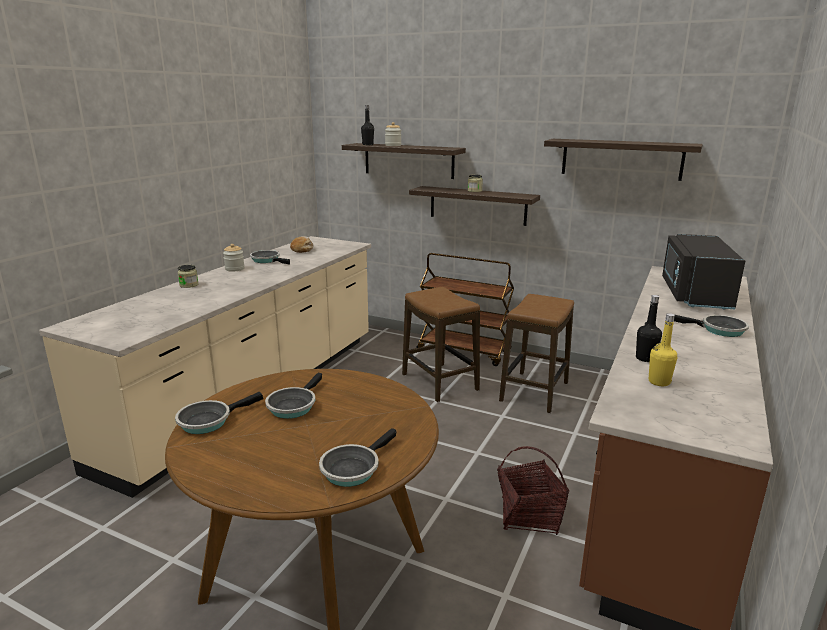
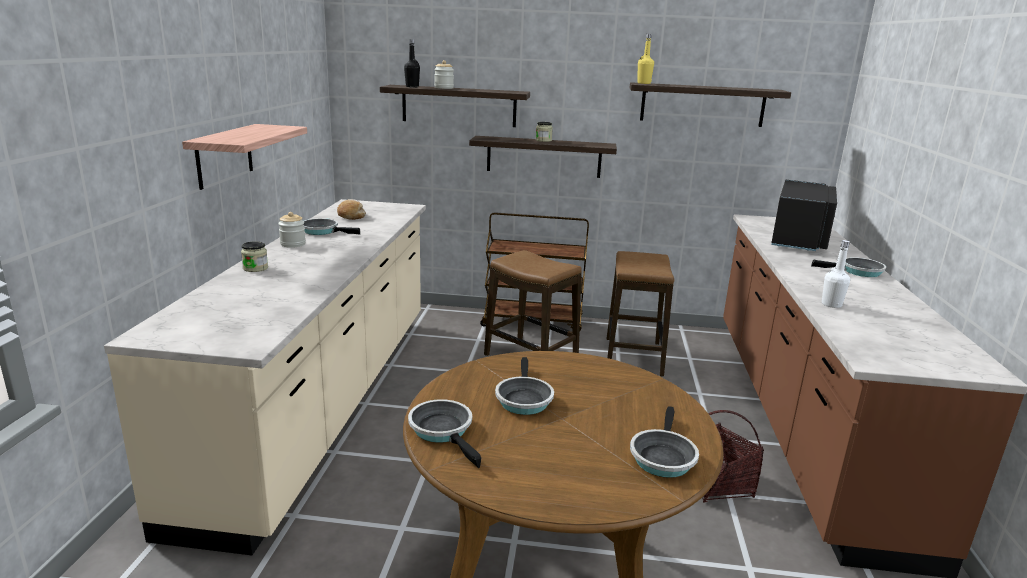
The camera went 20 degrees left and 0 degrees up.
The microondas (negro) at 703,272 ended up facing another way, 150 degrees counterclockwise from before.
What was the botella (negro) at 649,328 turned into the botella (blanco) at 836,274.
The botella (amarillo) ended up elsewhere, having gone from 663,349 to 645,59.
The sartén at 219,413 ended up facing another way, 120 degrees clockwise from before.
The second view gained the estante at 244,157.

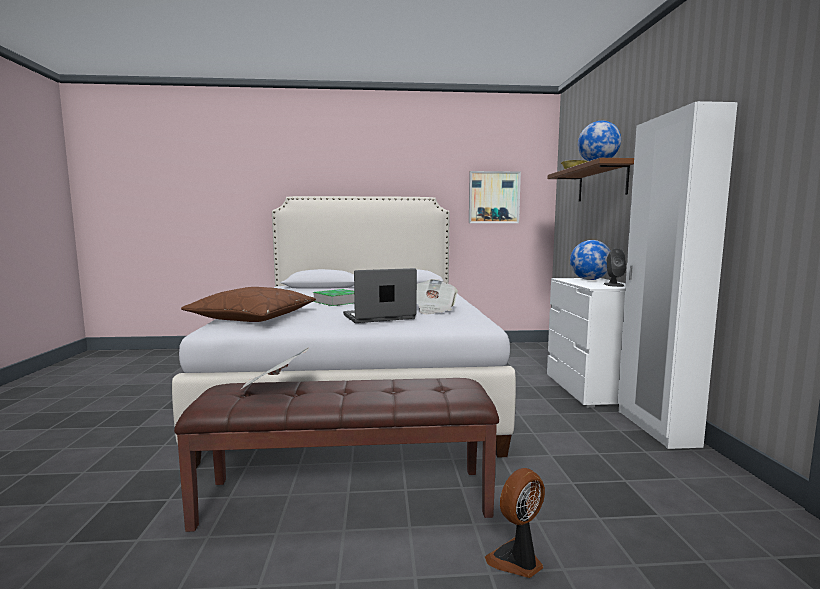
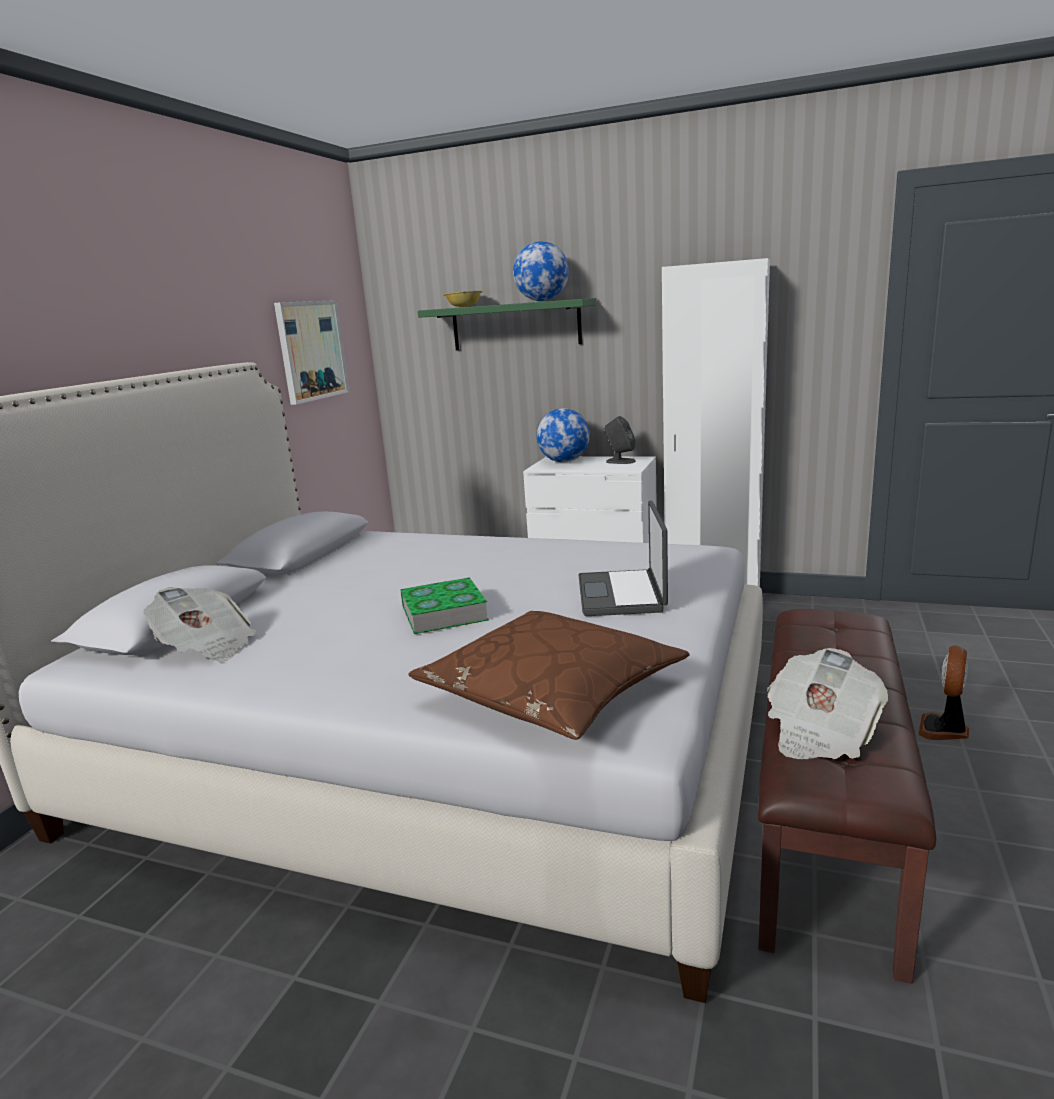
The camera went 65 degrees left and 10 degrees up.
What was the estante (marrón) at 591,179 turned into the estante (verde) at 507,324.
The periódico ended up elsewhere, having gone from 437,296 to 199,624.
The ventilador at 515,523 ended up facing another way, 45 degrees clockwise from before.

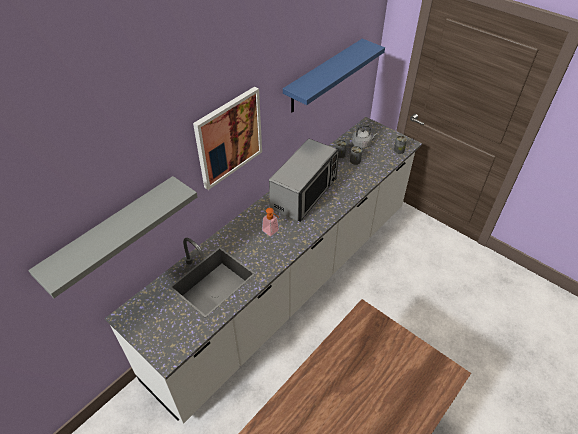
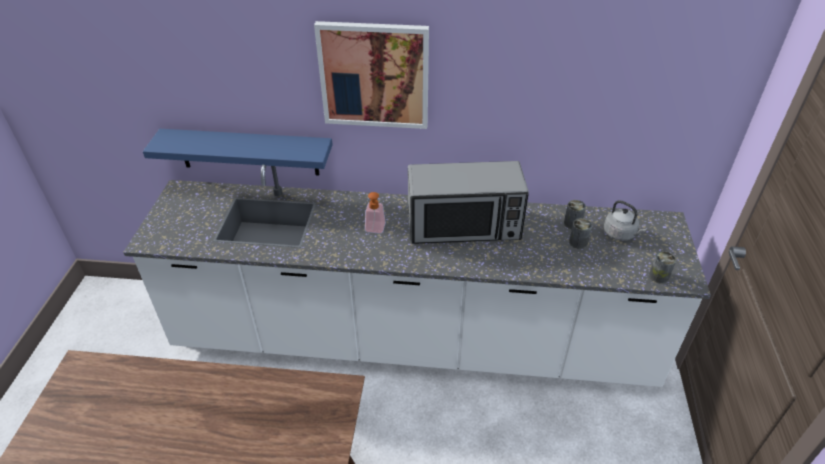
The camera went 55 degrees right and 5 degrees down.
The estante (azul) ended up elsewhere, having gone from 334,75 to 238,152.
The second view lost the estante (gris) at 113,237.

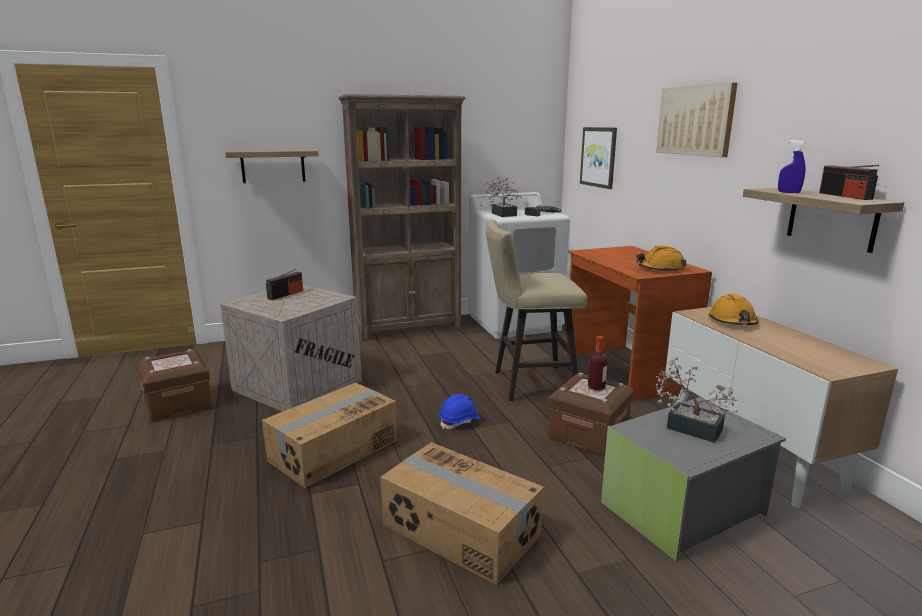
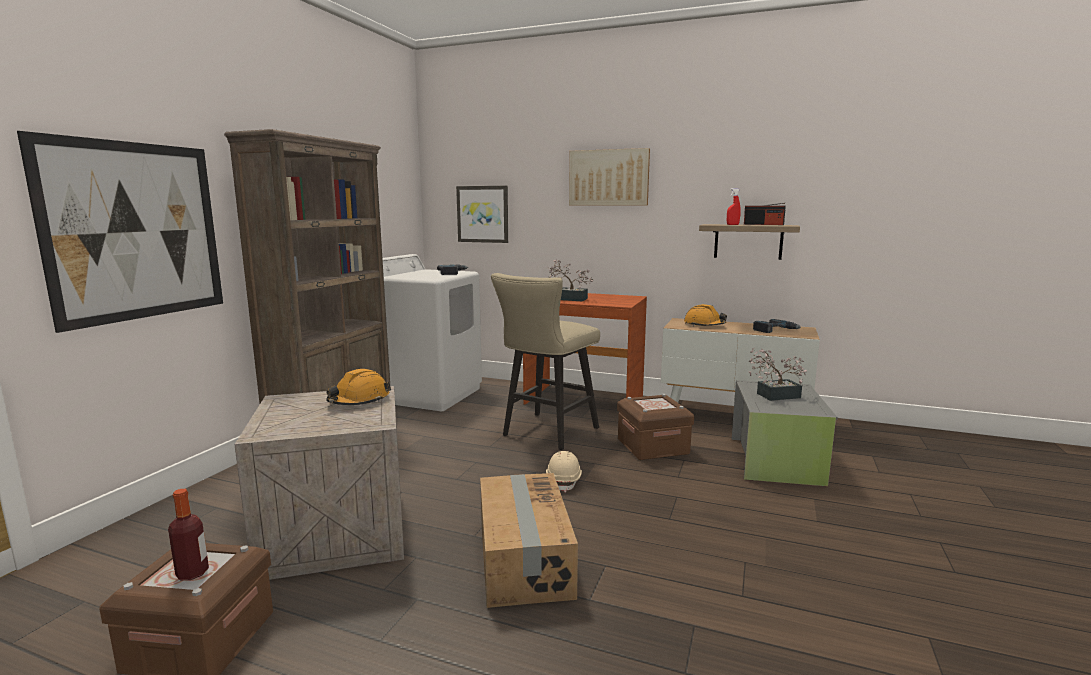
The camera went 50 degrees left and 5 degrees down.
What was the pulverizador (azul) at 792,166 turned into the pulverizador (rojo) at 734,206.
Where the estante hung at 272,166, the cuadro came to hang at 120,232.
The planta en maceta ended up elsewhere, having gone from 503,197 to 570,280.
The casco (naranja) ended up elsewhere, having gone from 661,258 to 358,387.
The second view lost the radio at 284,284.
The botella ended up elsewhere, having gone from 598,363 to 188,534.
What was the casco (azul) at 460,412 turned into the casco (beis) at 564,471.
The second view lost the caja de cartón at 462,513.
The second view gained the taladro at 777,326.

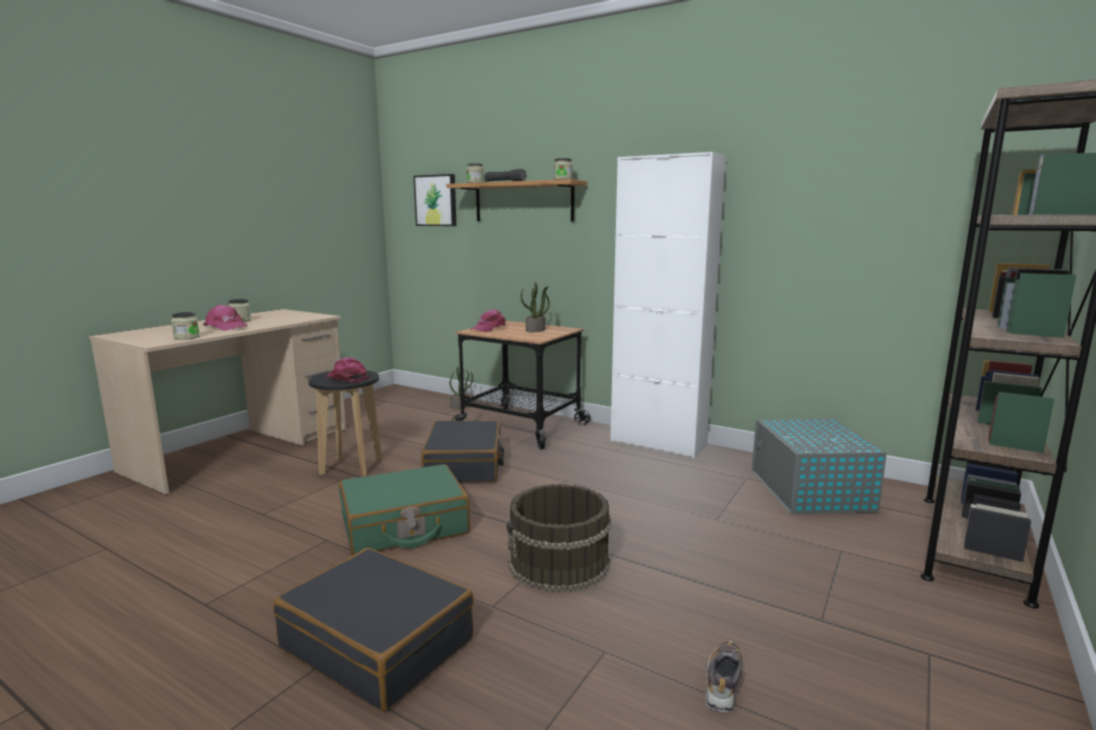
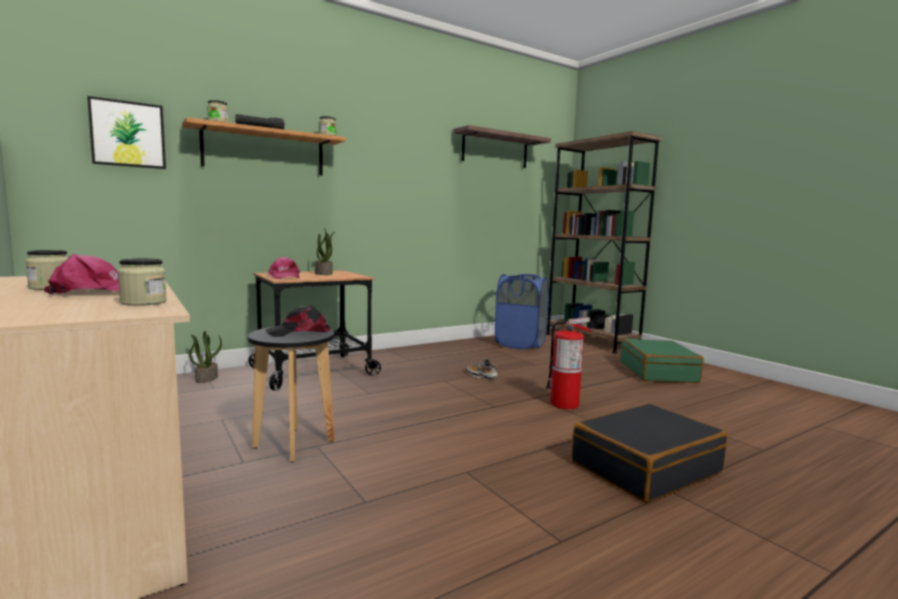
The camera went 65 degrees left and 5 degrees down.
The second view lost the armario (blanco) at 668,305.
What was the gorra (rosa) at 348,370 turned into the gorra (negro) at 297,321.
Where the caja de almacenaje (gris) stood at 819,466, the cesto de la ropa (azul) came to stand at 522,311.
The second view lost the maleta (negro) at 463,451.
The maleta (verde) ended up elsewhere, having gone from 404,509 to 662,361.
Where the cubo (marrón) stood at 559,538, the extintor came to stand at 569,363.
The zapato ended up elsewhere, having gone from 724,676 to 482,369.
The second view gained the estante at 502,146.

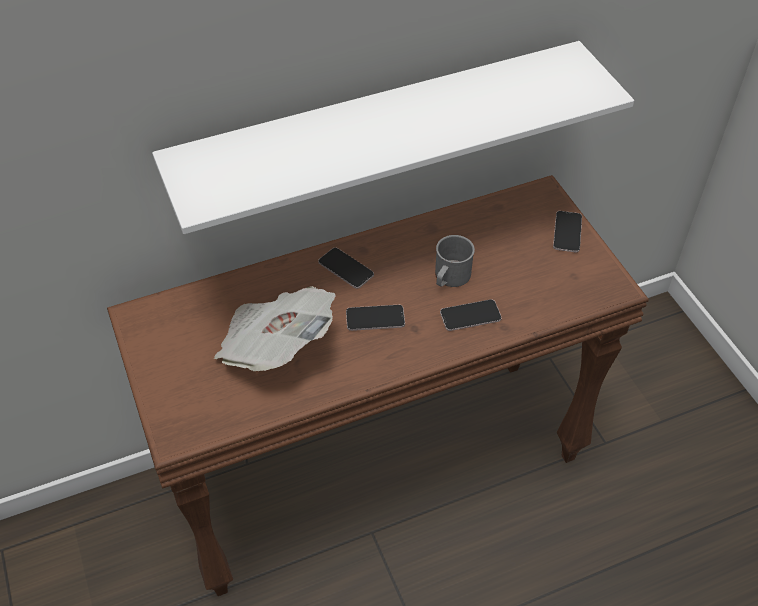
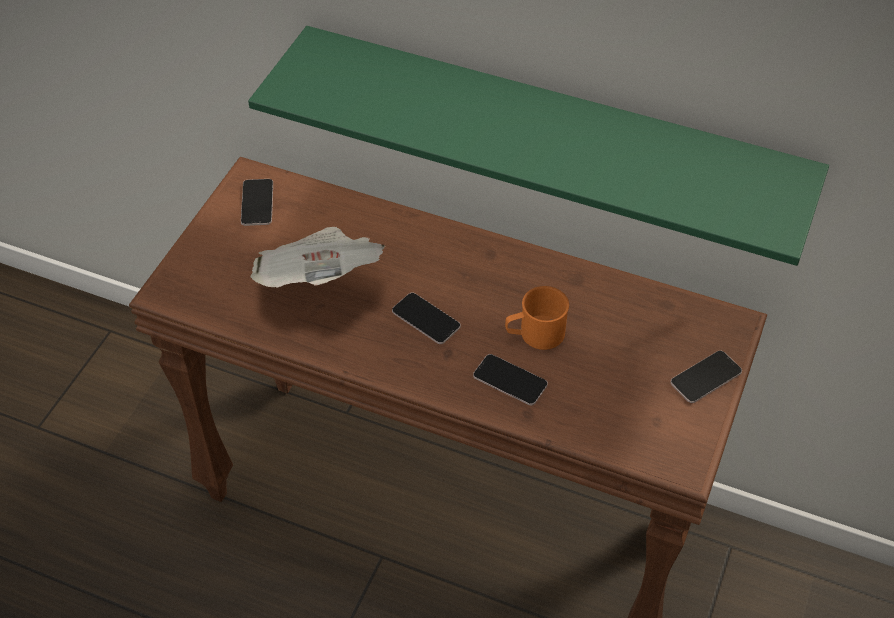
The camera went 45 degrees right and 0 degrees up.
What was the estante (blanco) at 393,137 turned into the estante (verde) at 538,146.
What was the taza grande (gris) at 455,261 turned into the taza grande (naranja) at 537,318.
The móvil ended up elsewhere, having gone from 346,268 to 257,202.

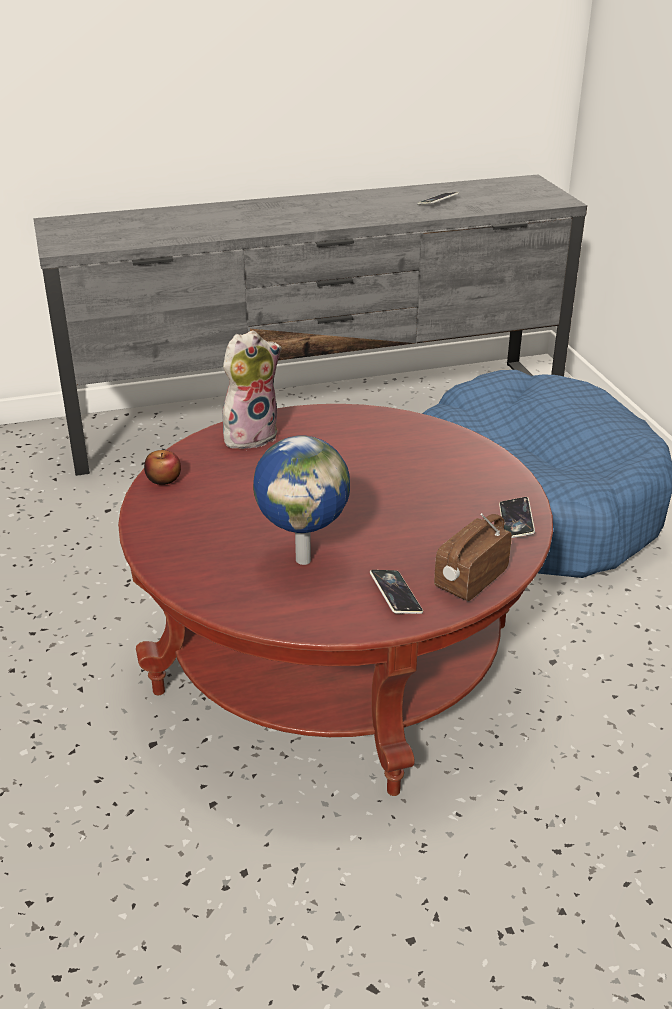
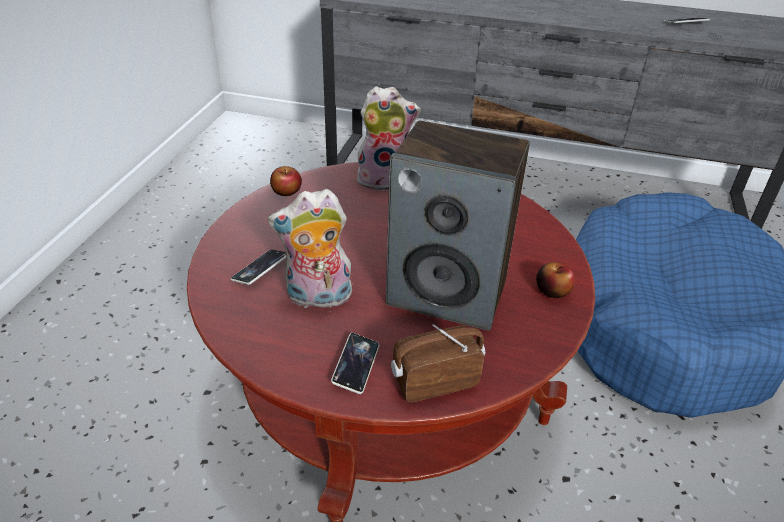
The camera went 30 degrees right and 5 degrees up.
Where the globo terráqueo stood at 301,500, the peluche came to stand at 311,248.
The móvil ended up elsewhere, having gone from 517,517 to 258,267.
The second view gained the altavoz at 458,225.
The second view gained the manzana at 555,280.

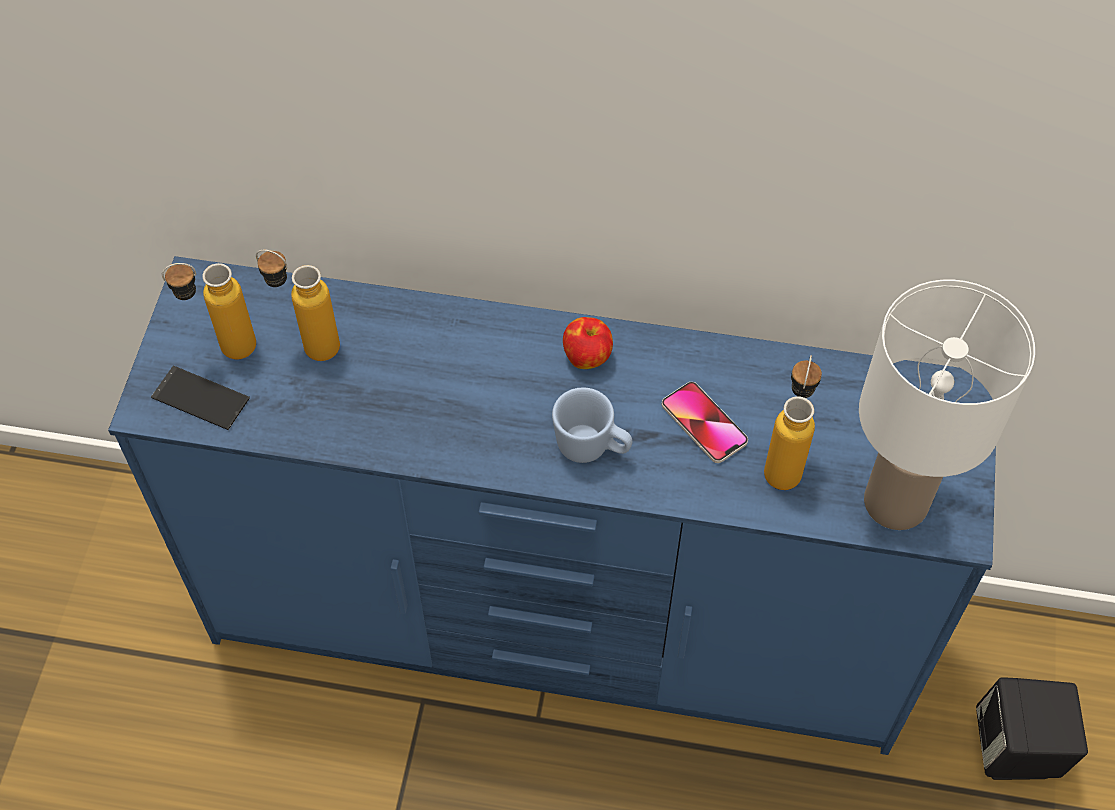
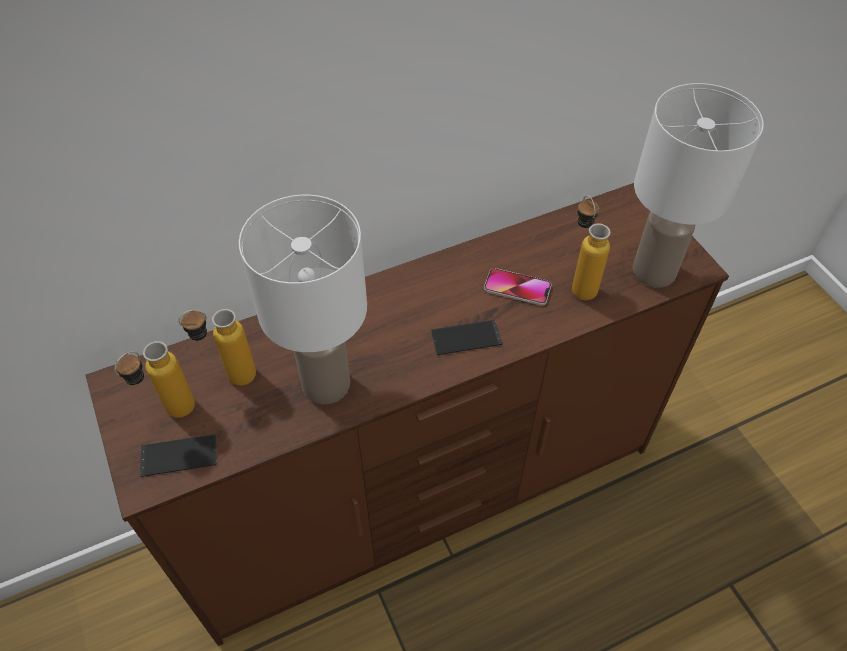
The camera went 35 degrees left and 5 degrees down.
What was the cómoda (azul) at 552,505 turned into the cómoda (marrón) at 407,414.
The second view lost the manzana at 588,343.
Where the taza grande (azul) stood at 592,425, the móvil came to stand at 467,337.
The second view lost the altavoz (negro) at 1032,728.
The second view gained the lámpara de mesa (blanco) at 303,299.

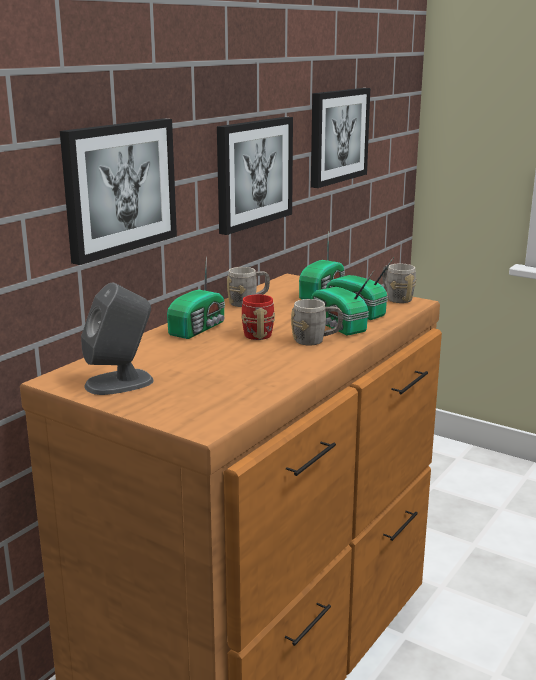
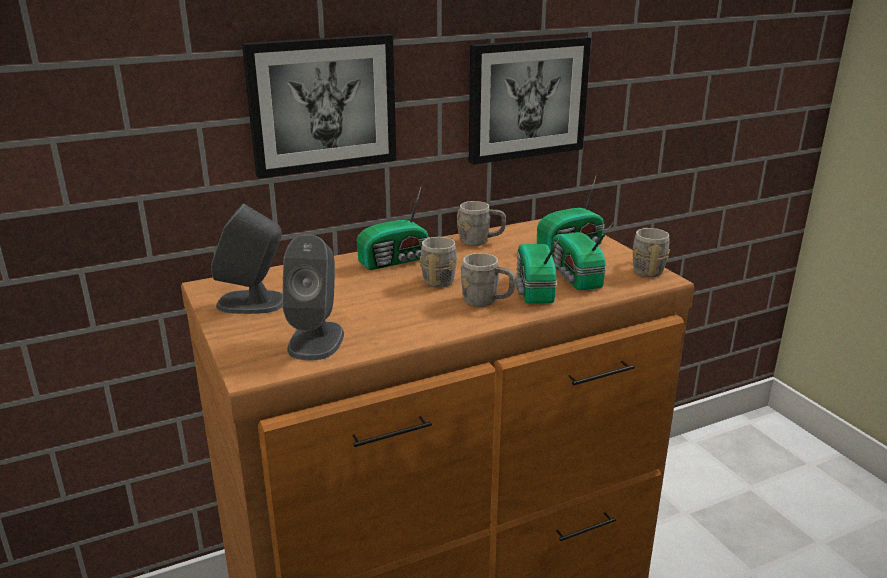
The camera went 30 degrees right and 5 degrees up.
The second view lost the cuadro at 340,138.
What was the taza grande (rojo) at 258,317 turned into the taza grande (gris) at 438,262.
The second view gained the altavoz (gris) at 313,297.

